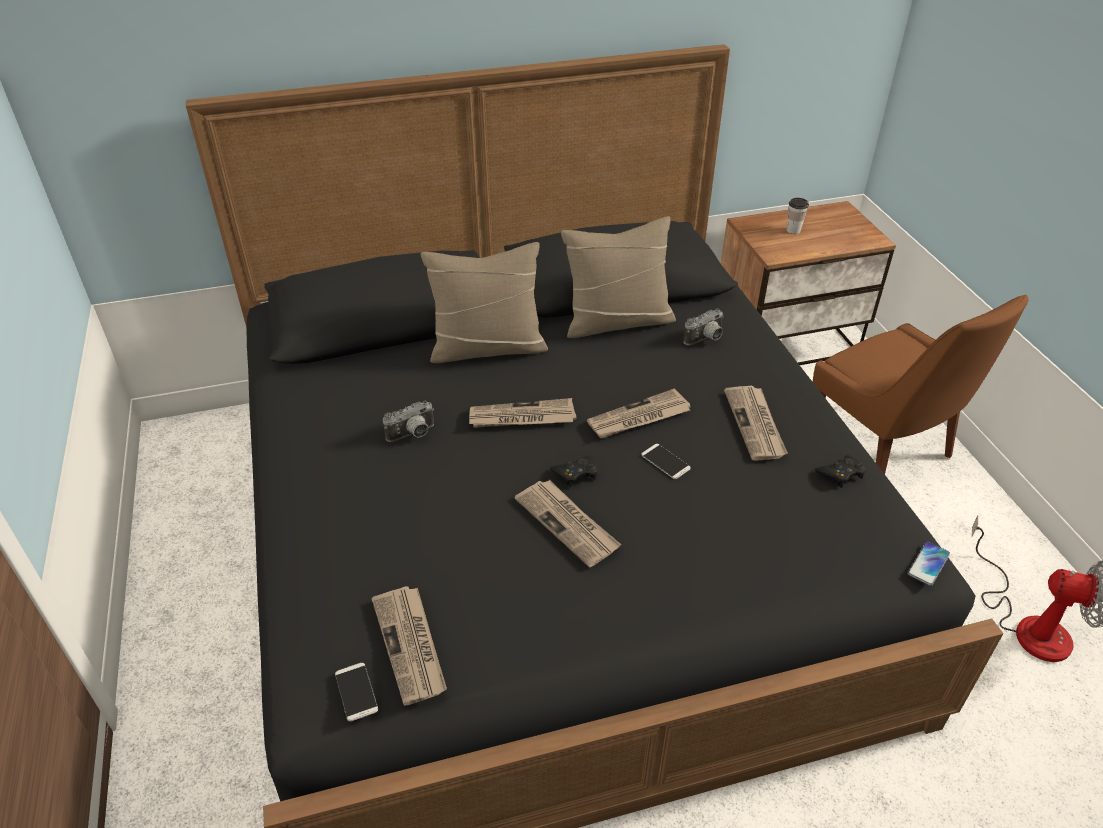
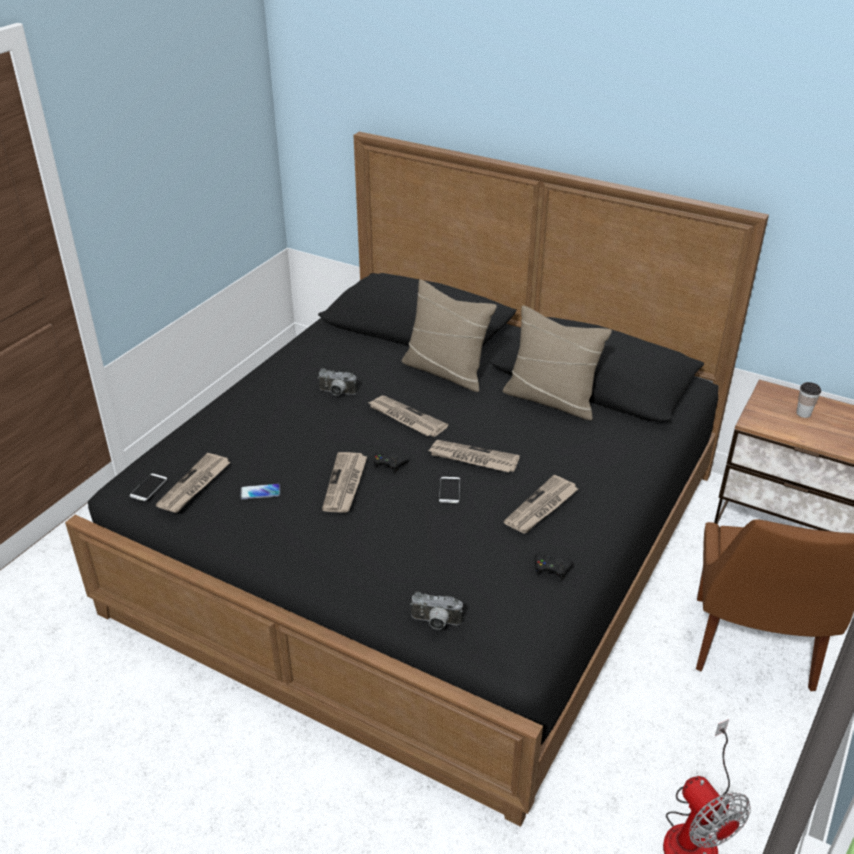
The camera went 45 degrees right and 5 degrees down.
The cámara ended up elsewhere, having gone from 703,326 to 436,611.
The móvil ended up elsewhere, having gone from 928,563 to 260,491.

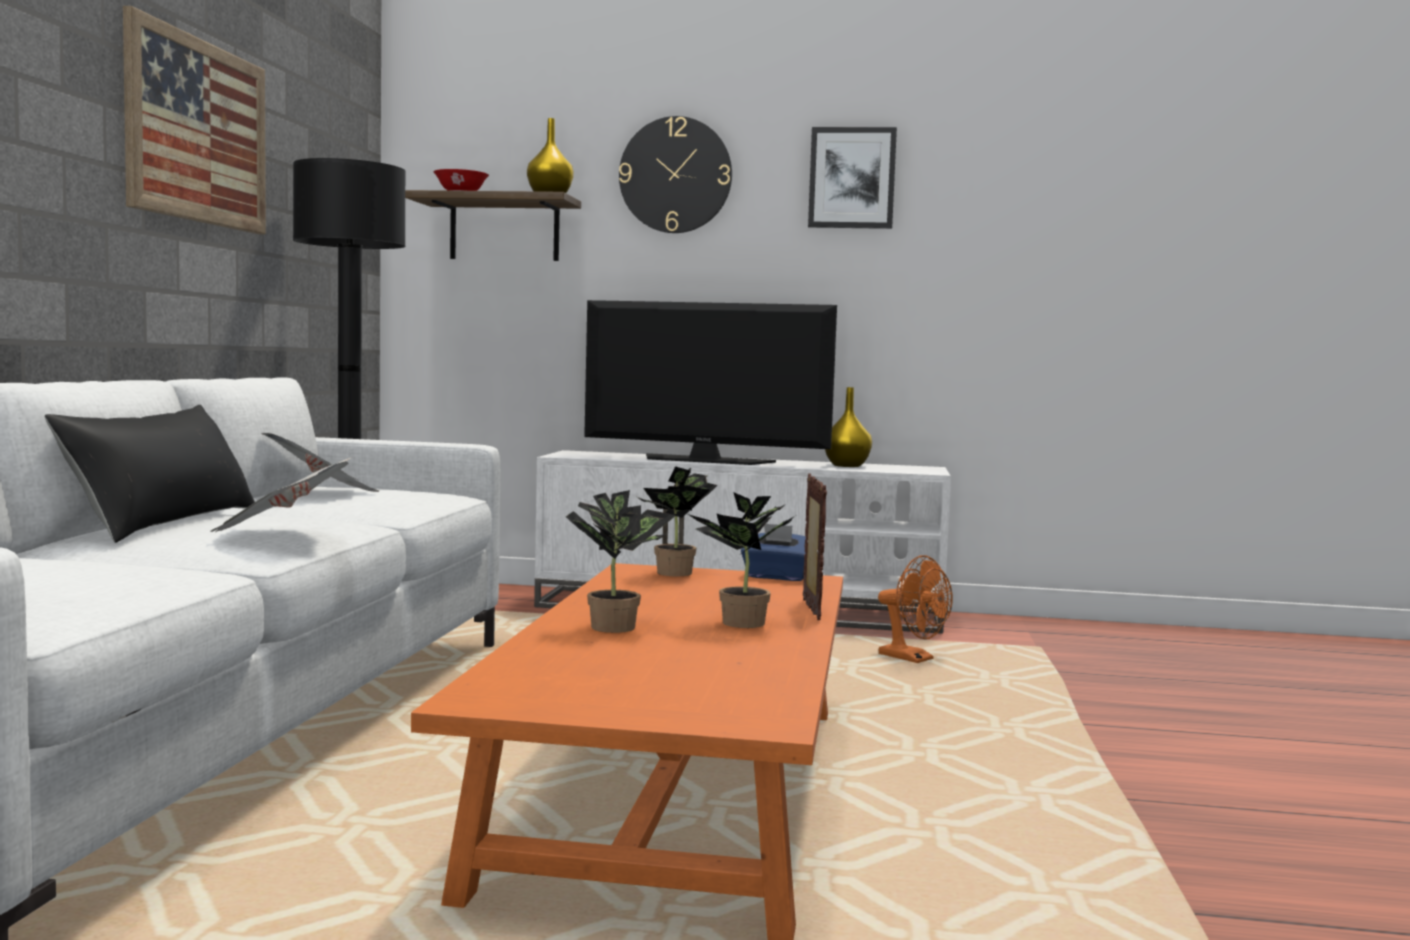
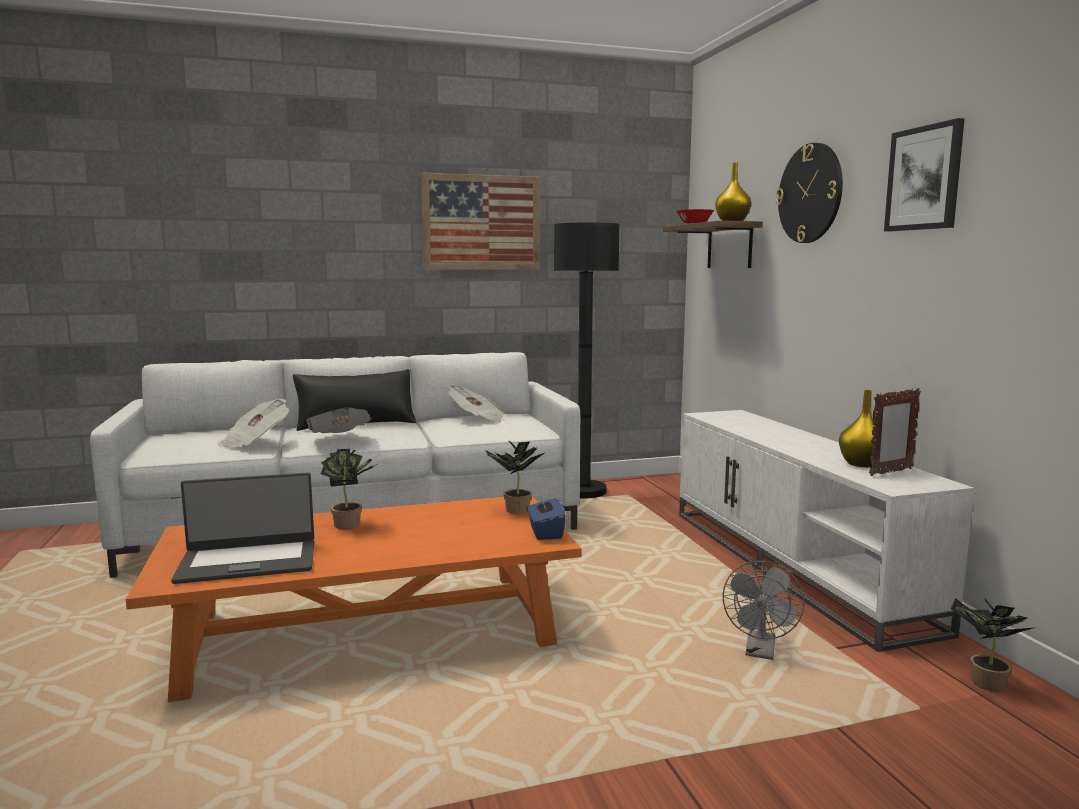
The camera went 65 degrees right and 5 degrees up.
The second view lost the televisor at 710,382.
The portarretratos ended up elsewhere, having gone from 815,547 to 895,432.
The planta en maceta ended up elsewhere, having gone from 741,560 to 993,644.
What was the ventilador (naranja) at 915,609 turned into the ventilador (gris) at 763,610.
The second view gained the periódico at 253,423.
The second view gained the portátil at 242,528.

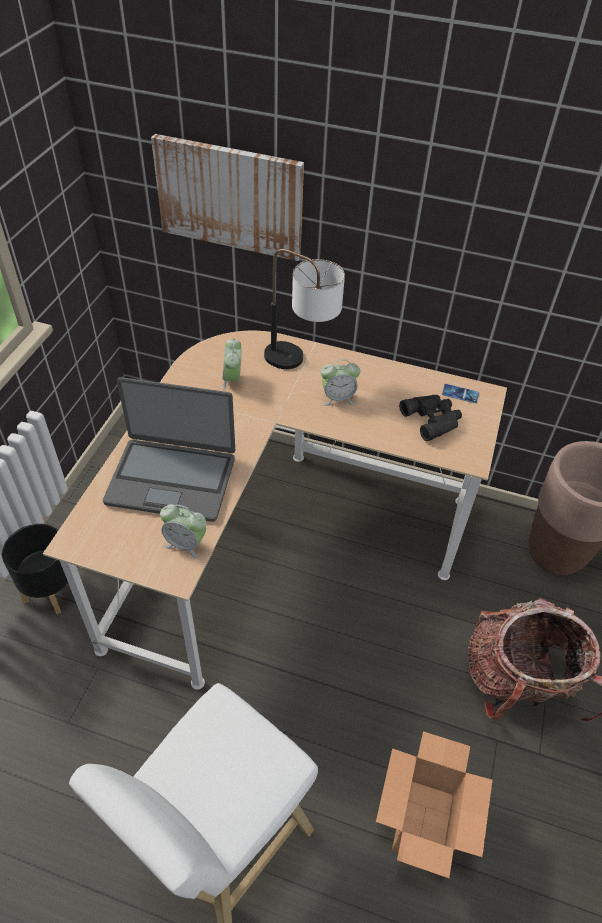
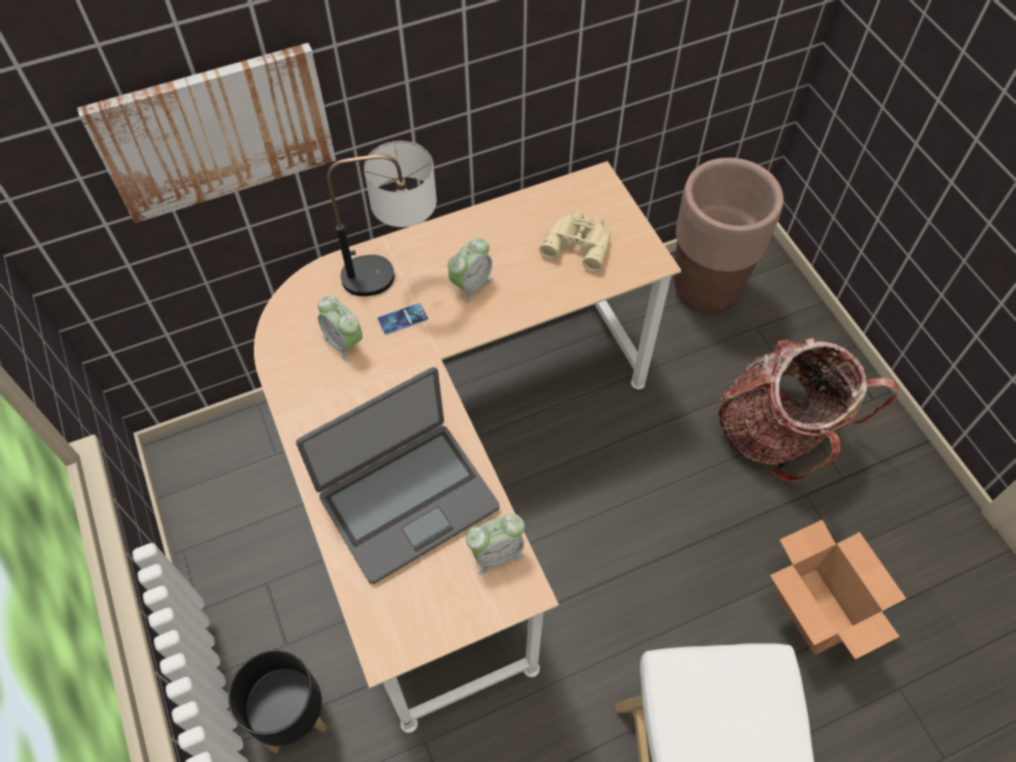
The camera went 40 degrees left and 10 degrees up.
The móvil ended up elsewhere, having gone from 460,393 to 403,319.
What was the prismáticos (negro) at 430,418 turned into the prismáticos (beis) at 575,241.

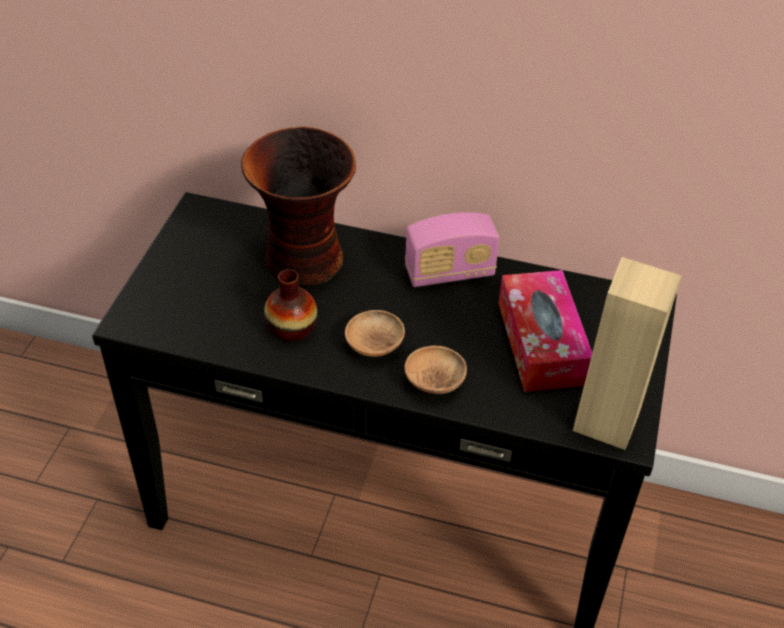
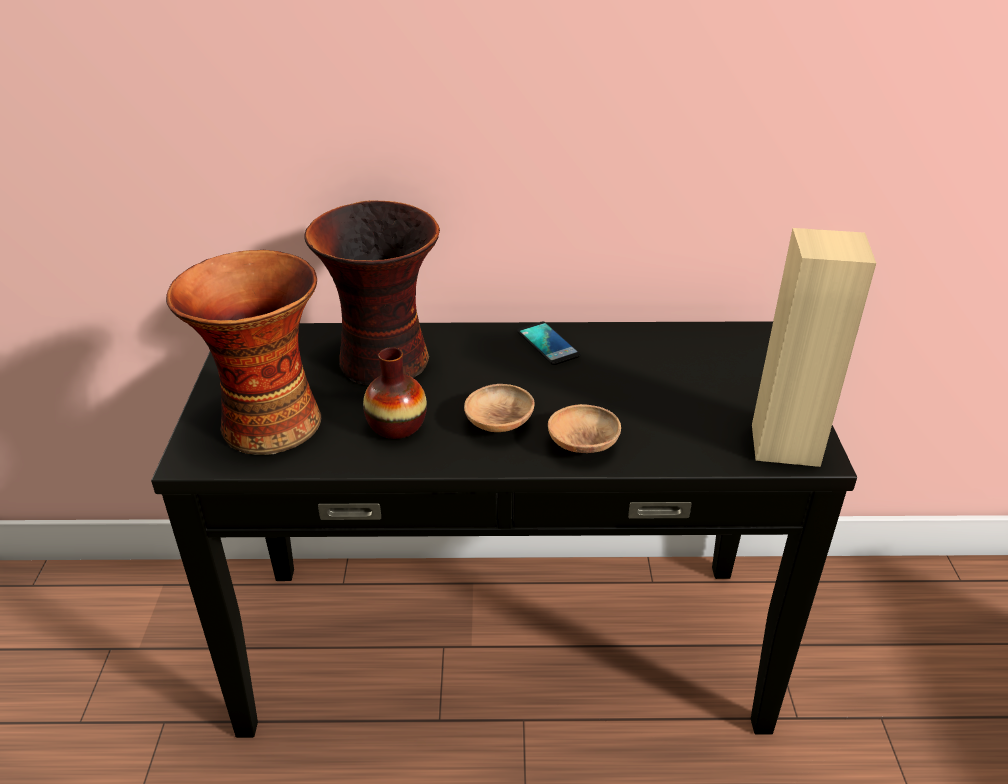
The camera went 15 degrees left and 10 degrees down.
Where the radio stood at 452,249, the móvil came to stand at 549,343.
The second view lost the caja de pañuelos at 545,331.
The second view gained the florero at 243,352.

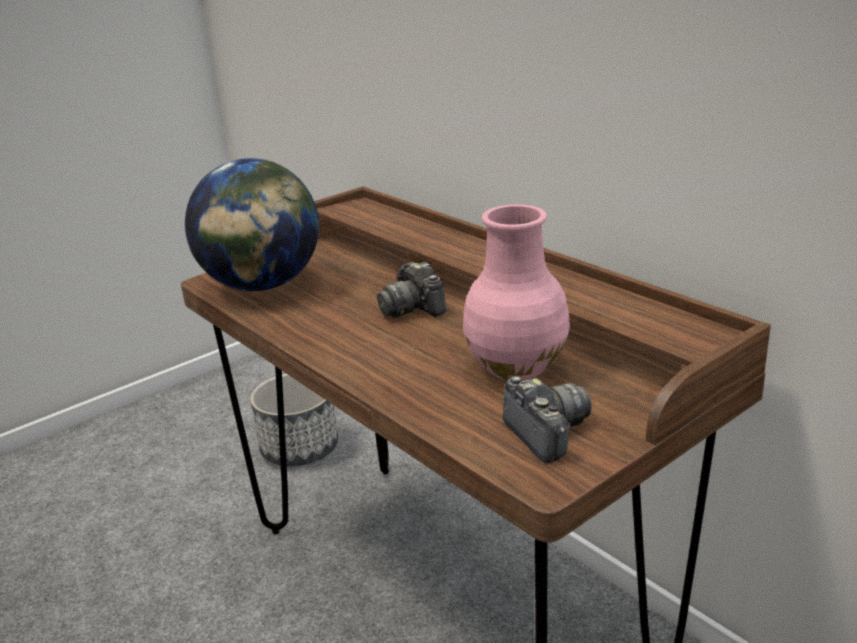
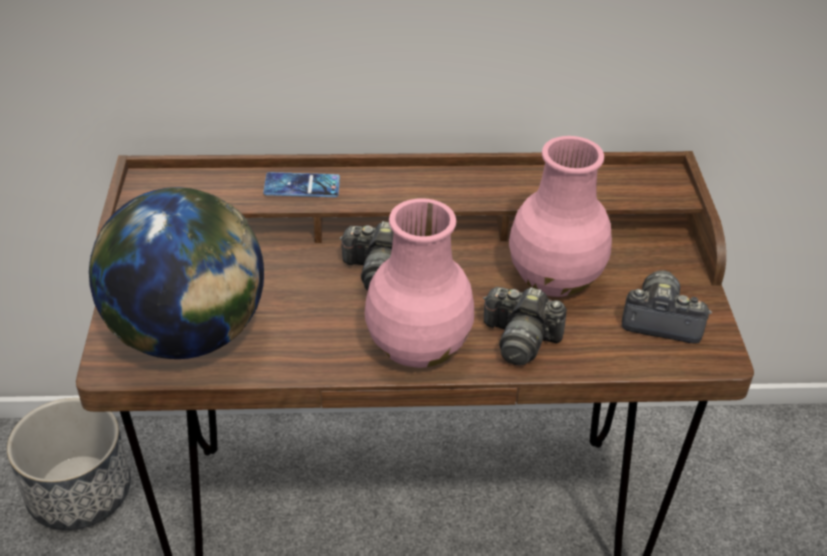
The camera went 55 degrees left and 15 degrees up.
The second view gained the móvil at 301,184.
The second view gained the florero (rosa) at 419,283.
The second view gained the cámara at 525,326.

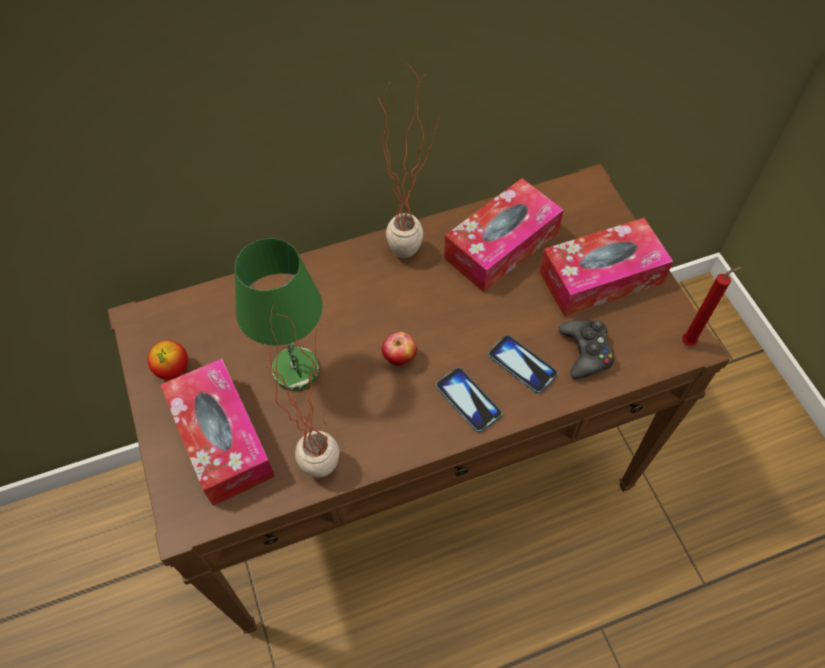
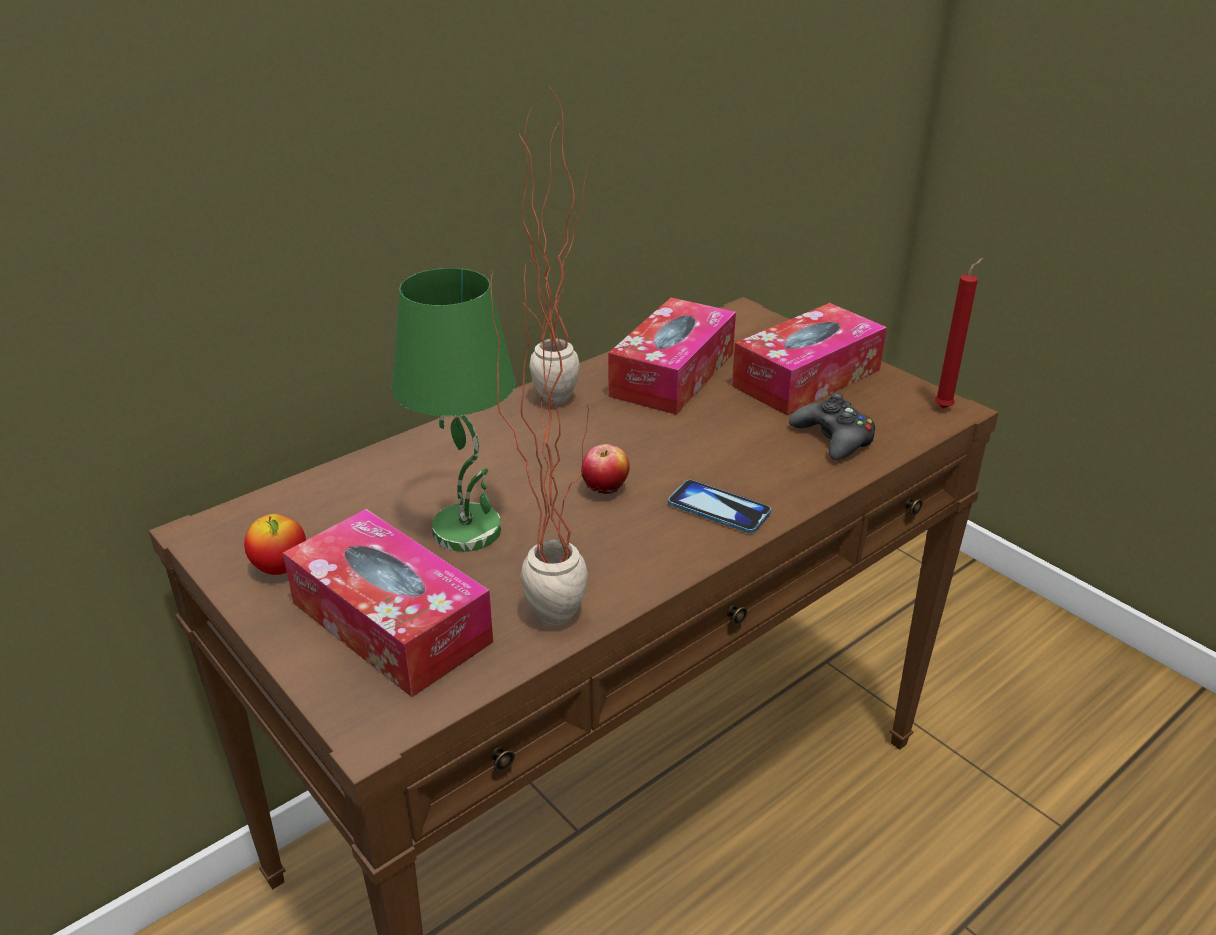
The camera went 20 degrees left and 25 degrees down.
The second view lost the móvil at 523,364.

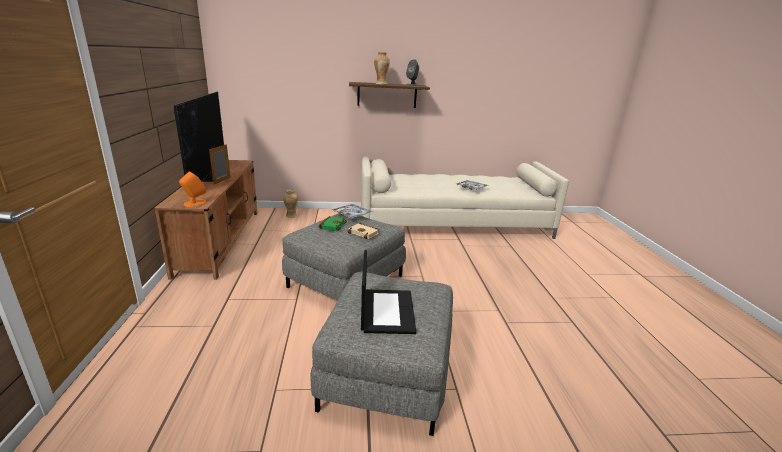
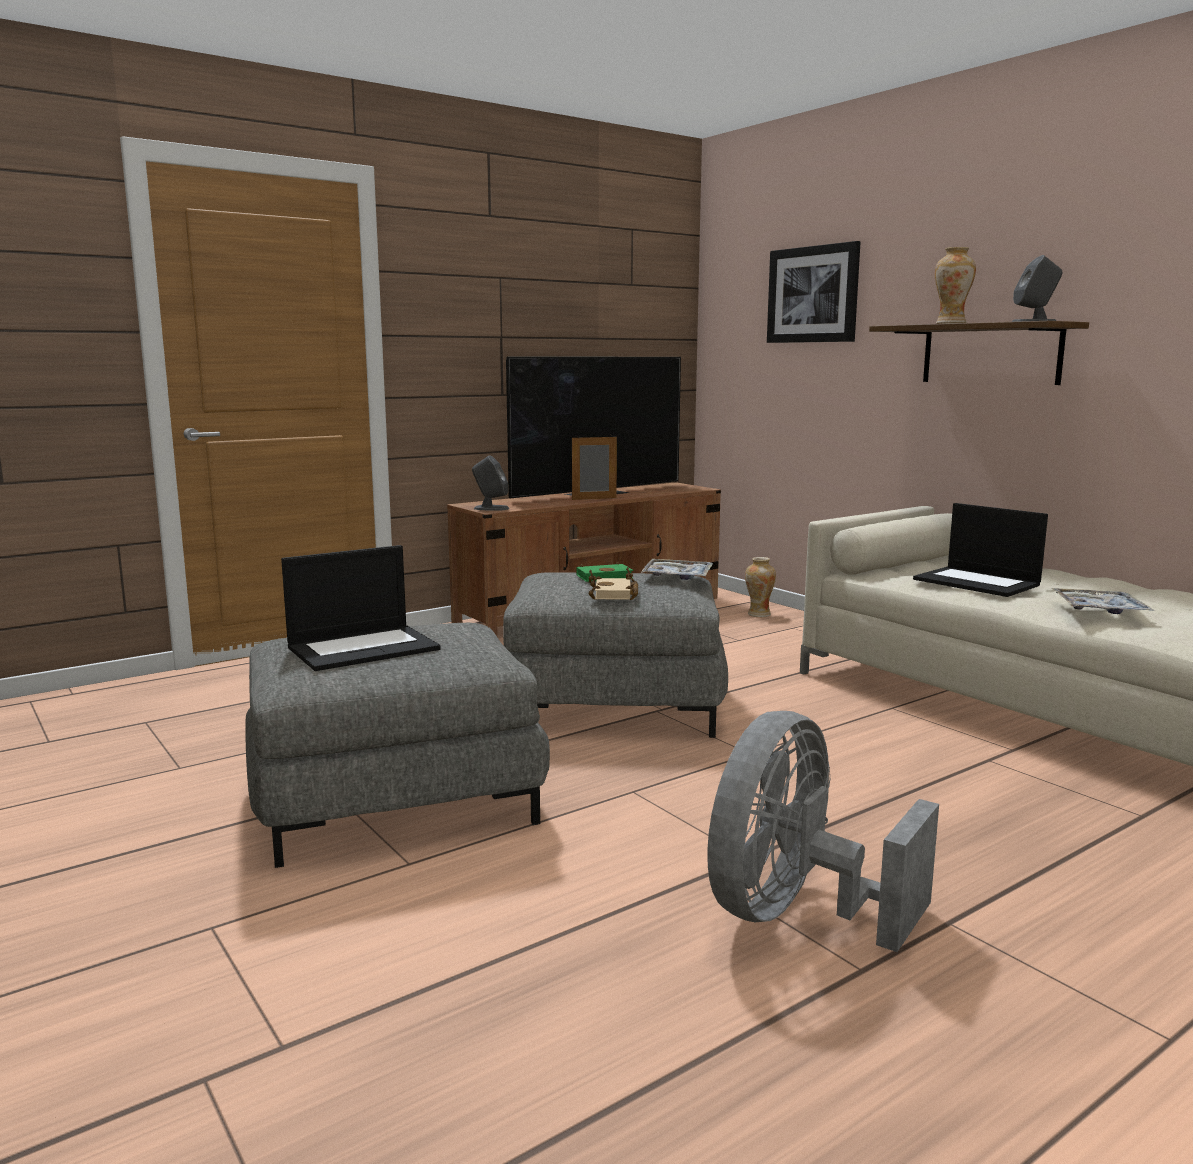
The camera went 60 degrees right and 10 degrees down.
What was the altavoz (naranja) at 193,189 turned into the altavoz (gris) at 490,483.
The second view gained the cuadro at 814,292.
The second view gained the portátil at 980,550.
The second view gained the ventilador (gris) at 823,831.

